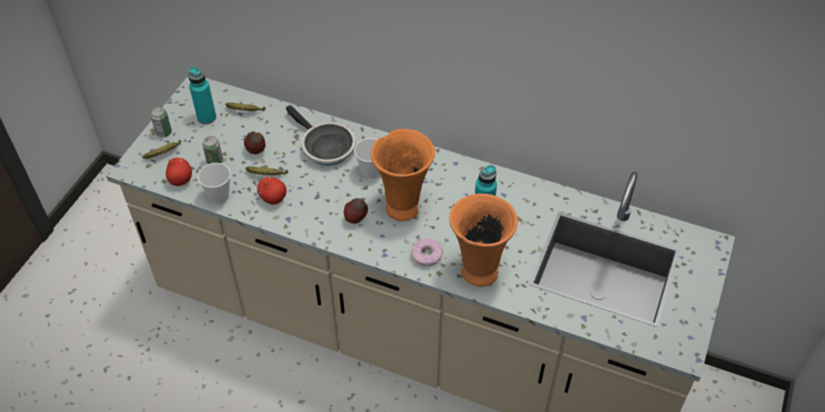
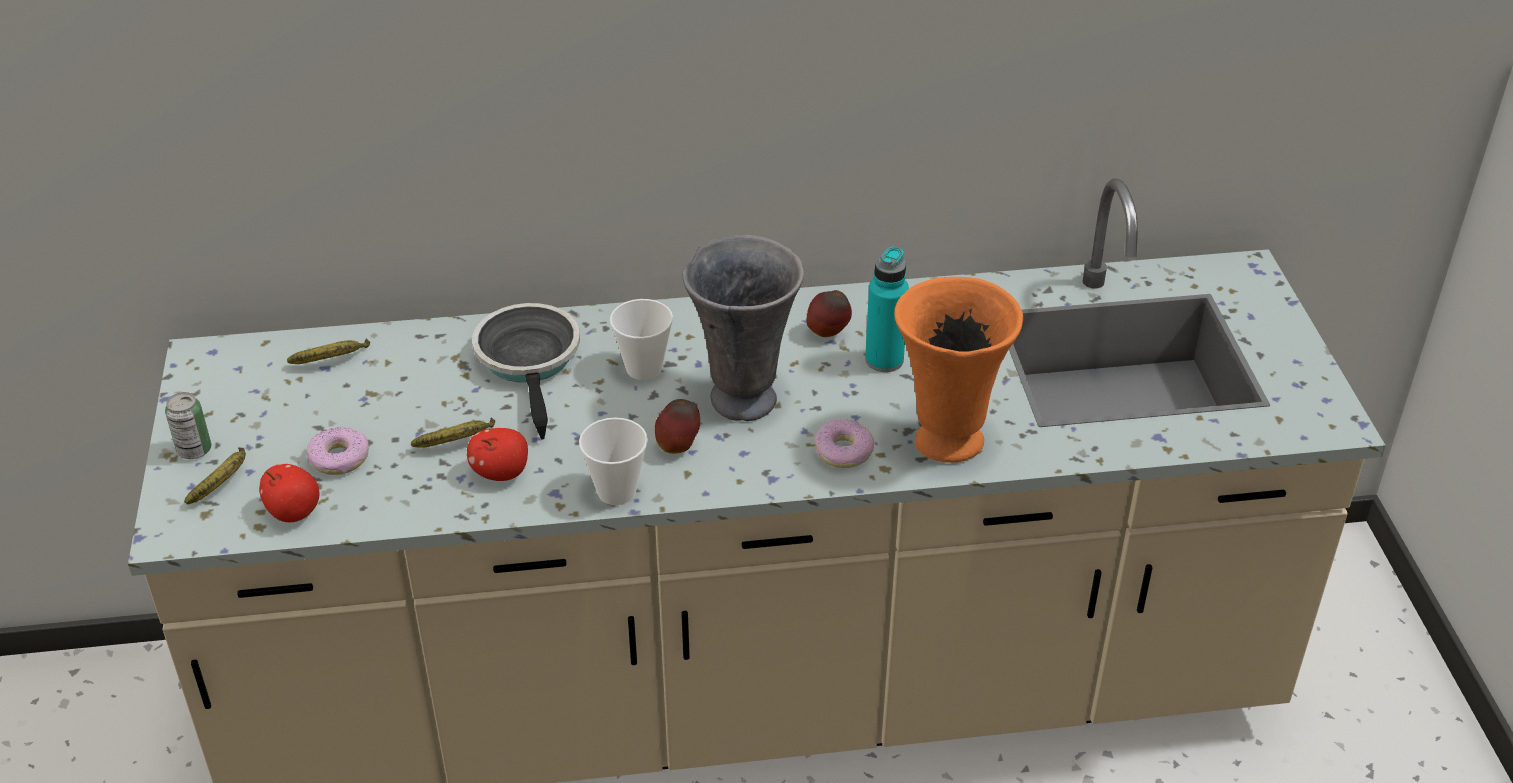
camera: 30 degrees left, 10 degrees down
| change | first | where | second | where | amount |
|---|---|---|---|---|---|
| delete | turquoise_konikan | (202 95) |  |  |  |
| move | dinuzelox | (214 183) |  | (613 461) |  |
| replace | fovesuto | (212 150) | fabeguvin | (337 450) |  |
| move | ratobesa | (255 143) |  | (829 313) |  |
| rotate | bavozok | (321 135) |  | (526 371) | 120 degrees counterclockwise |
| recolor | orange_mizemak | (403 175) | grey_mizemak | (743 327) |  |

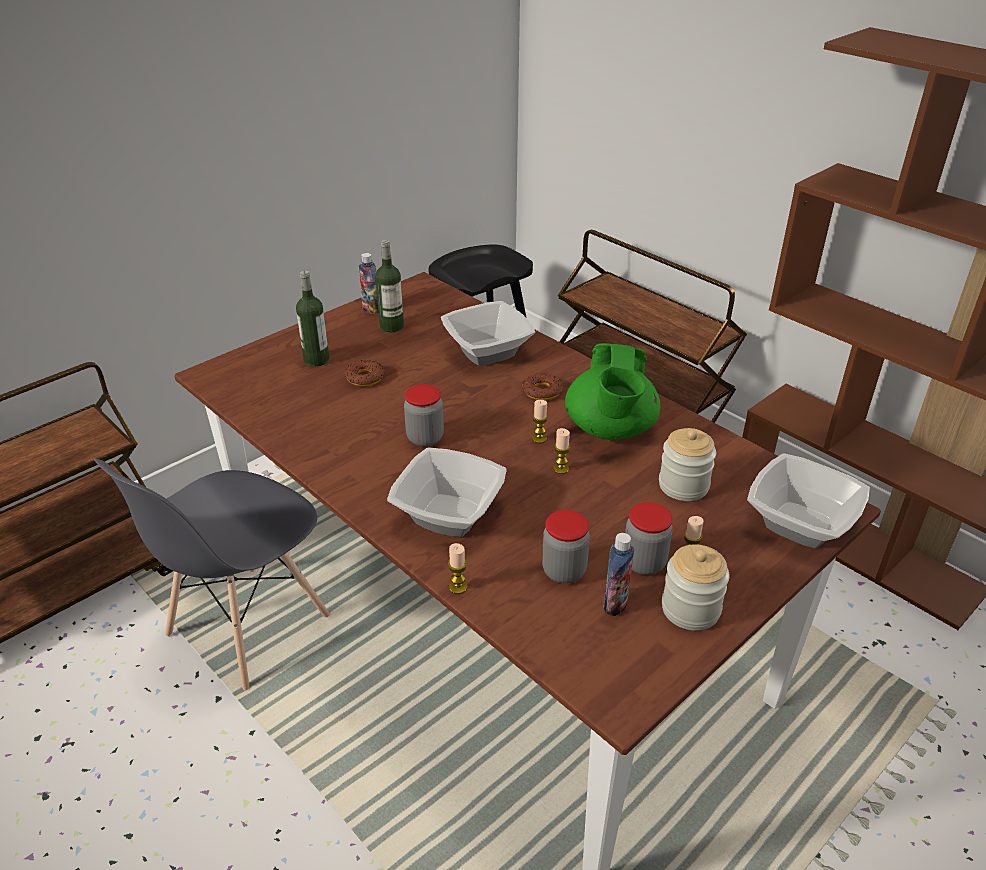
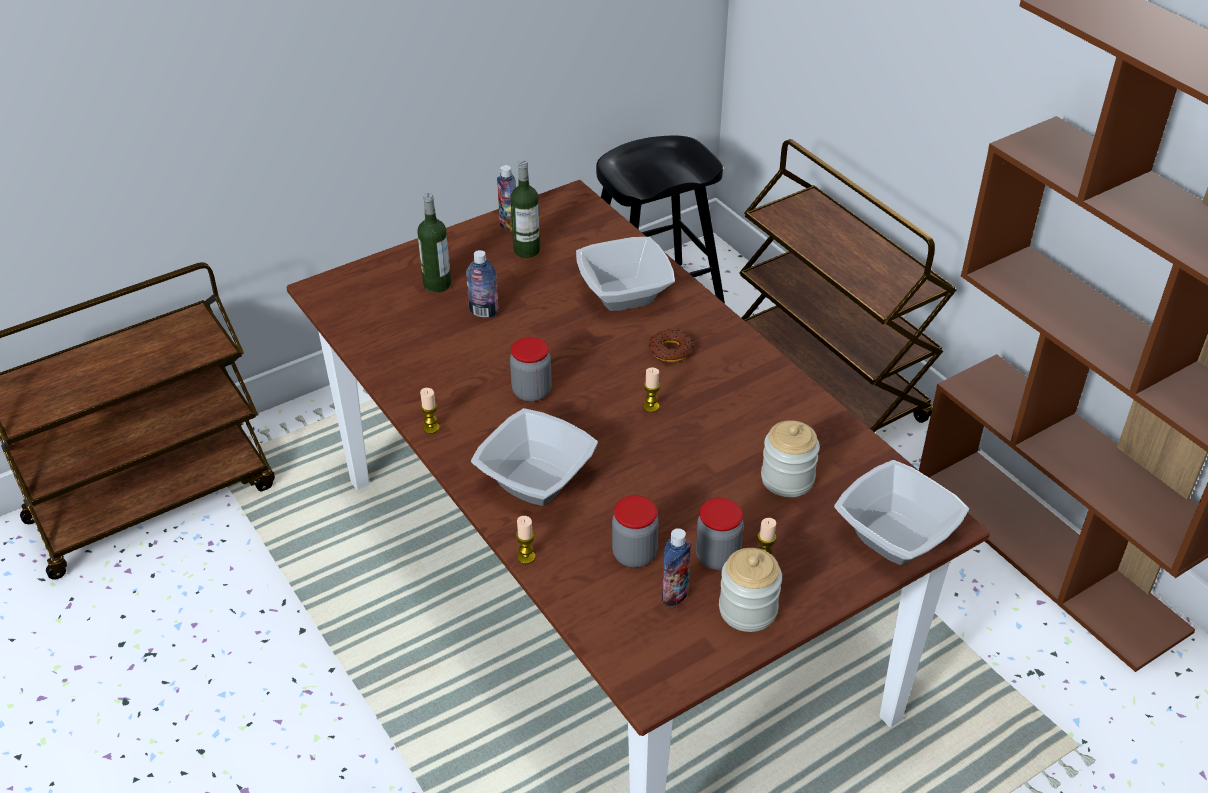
camera: 10 degrees right, 5 degrees up
| change | first | where | second | where | amount |
|---|---|---|---|---|---|
| delete | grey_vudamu | (212 574) |  |  |  |
| replace | fabeguvin | (364 373) | konikan | (482 284) |  |
| move | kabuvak | (562 451) |  | (430 411) |  |
| delete | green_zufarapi | (613 391) |  |  |  |

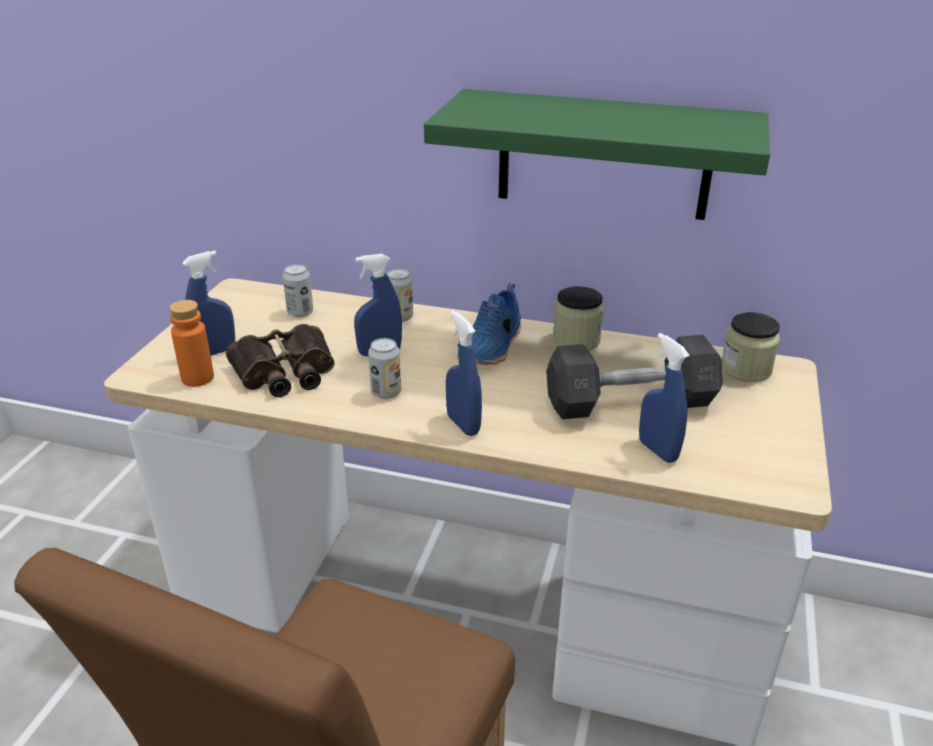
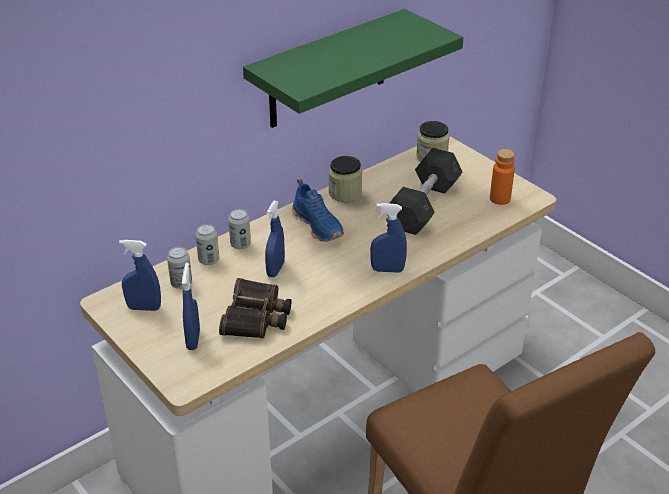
camera: 55 degrees left, 5 degrees up
| change | first | where | second | where | amount |
|---|---|---|---|---|---|
| move | orange_konikan | (191 343) |  | (502 177) |  |
| move | fovesuto | (384 368) |  | (207 244) |  |
| move | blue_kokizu | (664 398) |  | (140 275) |  |

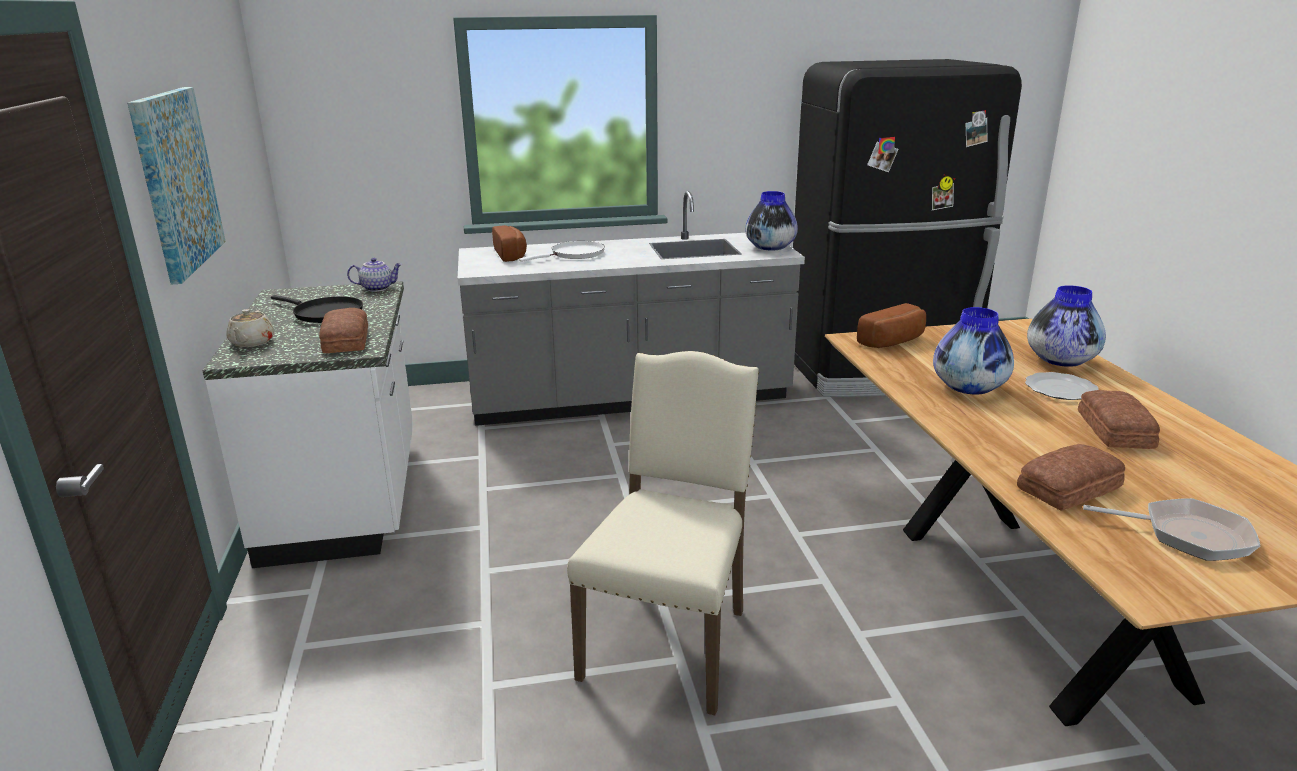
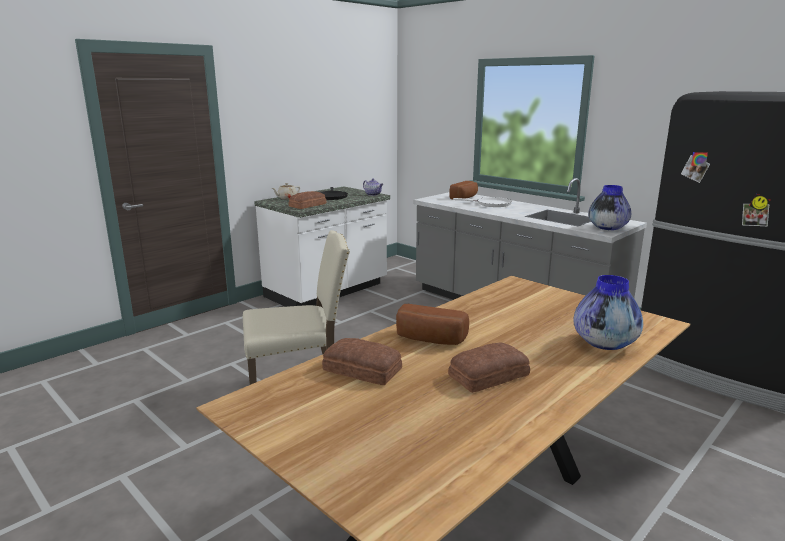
camera: 55 degrees right, 5 degrees down
| change | first | where | second | where | amount |
|---|---|---|---|---|---|
| delete | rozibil | (176 185) |  |  |  |
| move | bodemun | (891 325) |  | (432 324) |  |
| delete | mizemak | (973 351) |  |  |  |
| delete | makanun | (1062 386) |  |  |  |
| delete | bavozok | (1171 529) |  |  |  |

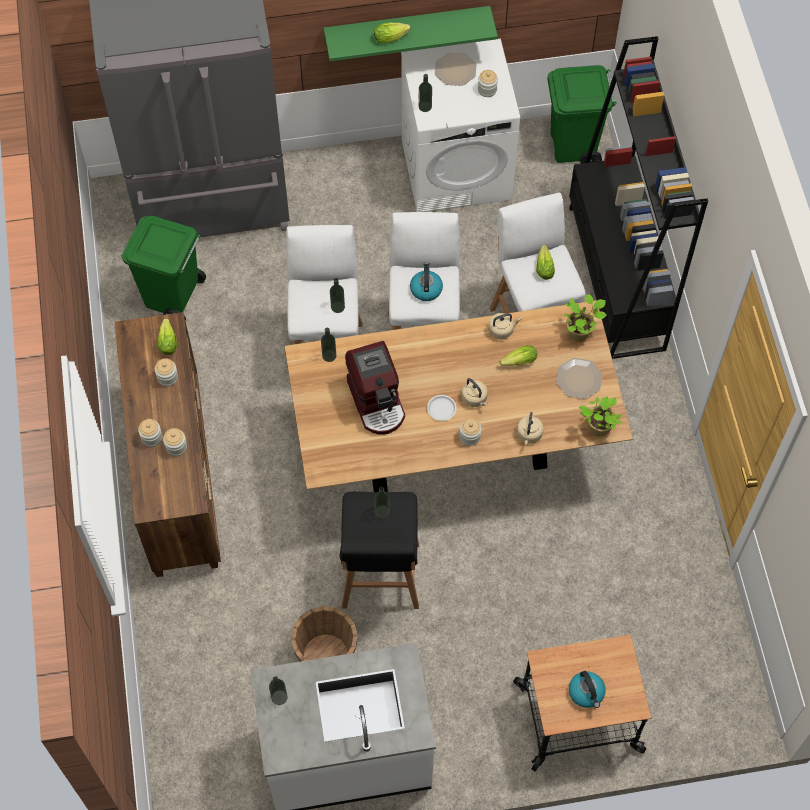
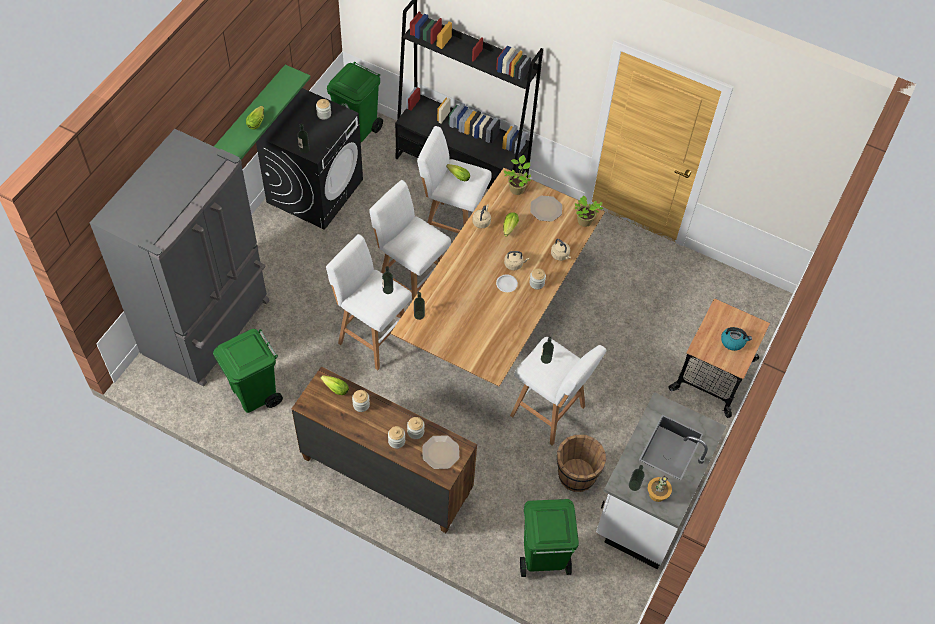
camera: 55 degrees left, 5 degrees down
| change | first | where | second | where | amount |
|---|---|---|---|---|---|
| recolor | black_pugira | (379 550) | white_pugira | (558 391) |  |
| delete | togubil | (375 388) |  |  |  |
| recolor | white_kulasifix | (460 125) | black_kulasifix | (309 159) |  |
| delete | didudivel | (426 281) |  |  |  |
| move | makanun | (456 69) |  | (440 452) |  |
| insert |  |  | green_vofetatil | (549 538) |  |
| insert |  |  | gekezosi | (660 488) |  |

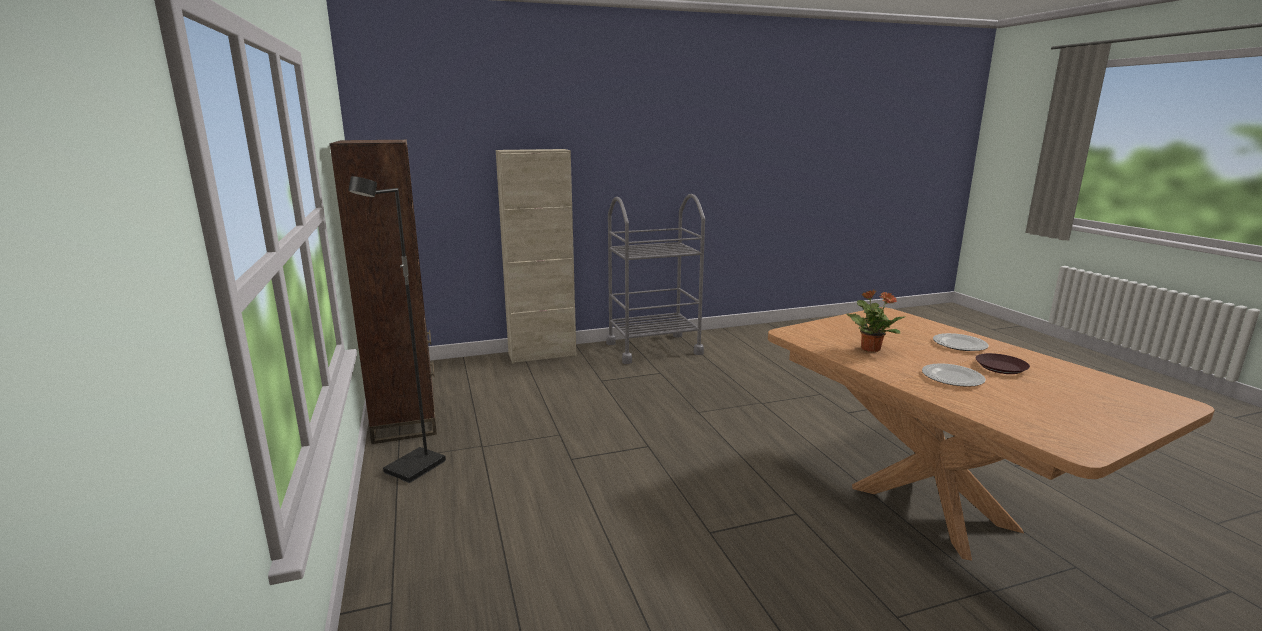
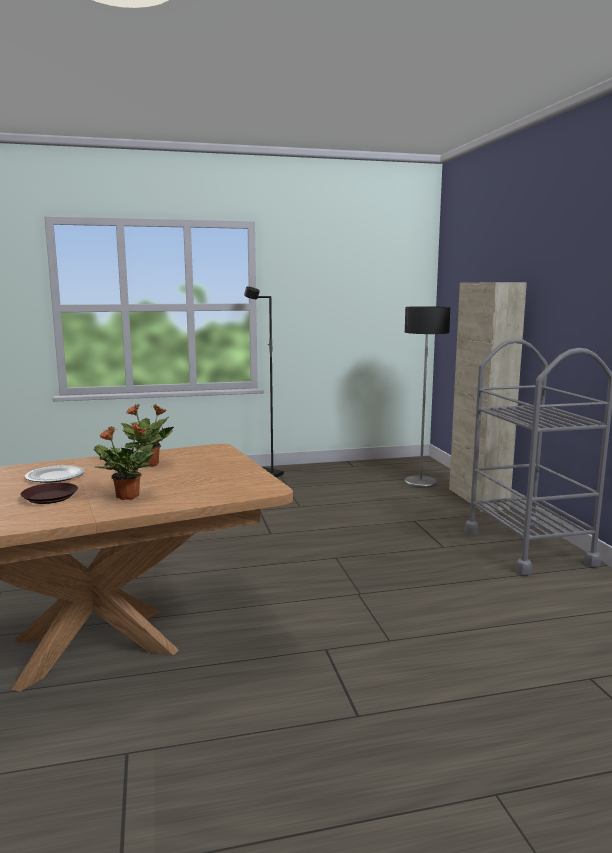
camera: 95 degrees right, 5 degrees down
| change | first | where | second | where | amount |
|---|---|---|---|---|---|
| delete | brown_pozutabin | (383 292) |  |  |  |
| replace | makanun | (961 342) | gekezosi | (125 461) |  |
| insert |  |  | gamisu | (427 397) |  |

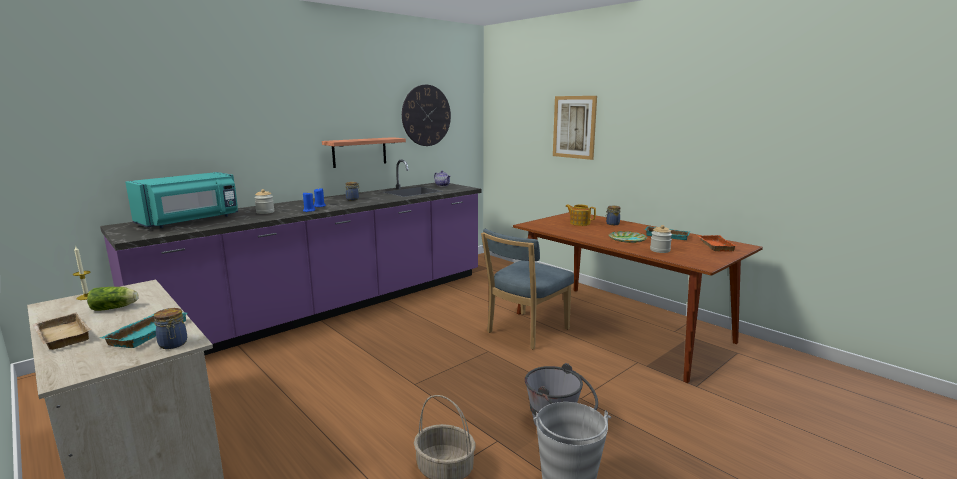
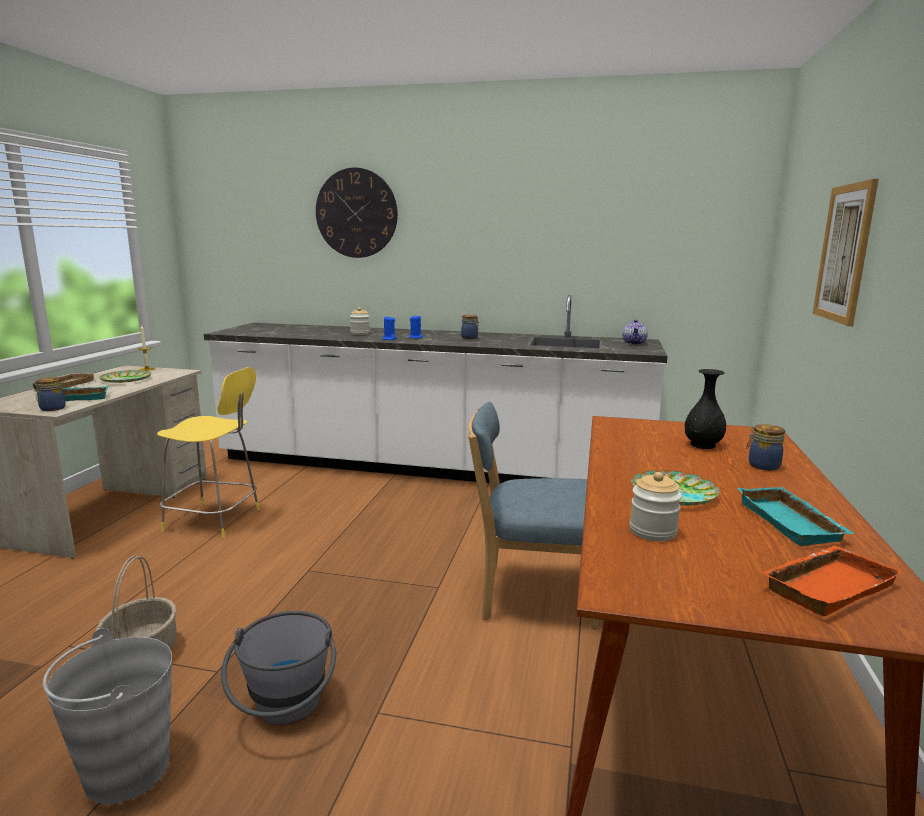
camera: 55 degrees right, 0 degrees up
| change | first | where | second | where | amount |
|---|---|---|---|---|---|
| replace | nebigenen | (113 299) | makanun | (125 376) |  |
| recolor | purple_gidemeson | (291 257) | white_gidemeson | (435 389) |  |
| delete | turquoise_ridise | (181 200) |  |  |  |
| delete | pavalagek | (364 152) |  |  |  |
| move | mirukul | (426 115) |  | (357 212) |  |
| replace | zufarapi | (580 215) | black_mizemak | (705 409) |  |
| insert |  |  | yellow_pugira | (208 452) |  |

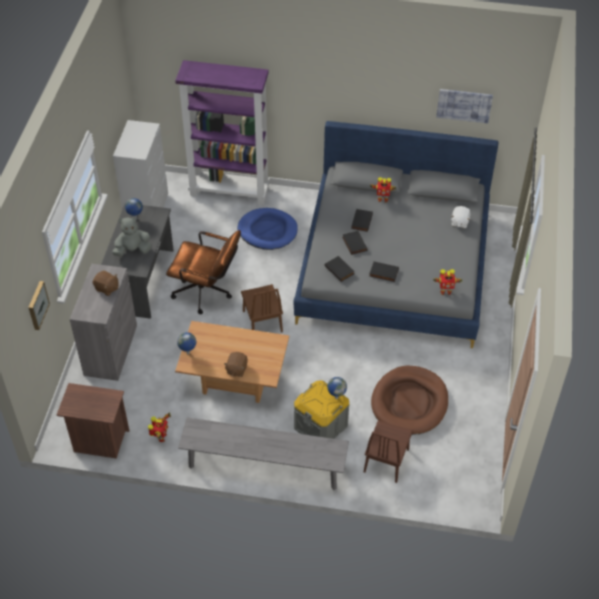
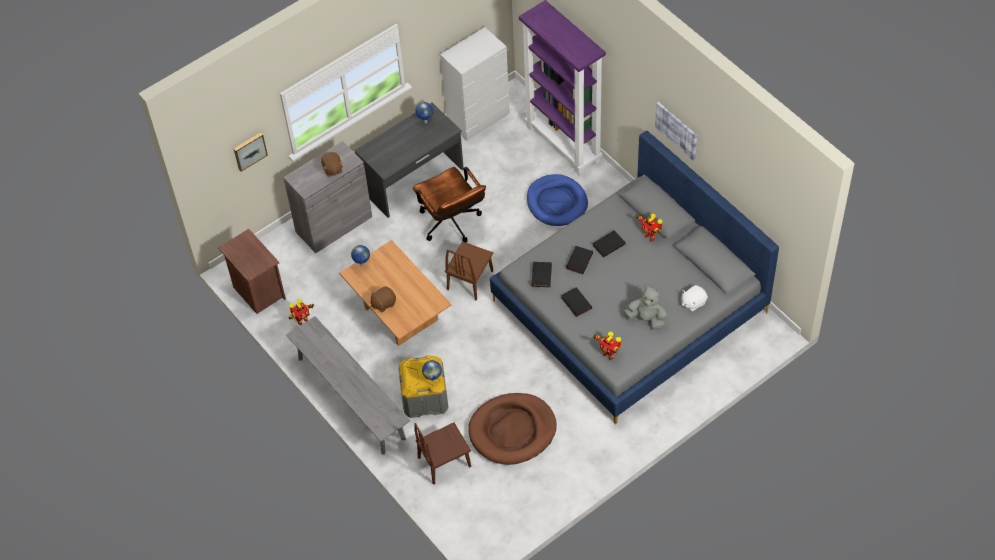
camera: 45 degrees right, 5 degrees up
| change | first | where | second | where | amount |
|---|---|---|---|---|---|
| move | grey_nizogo | (132 237) |  | (645 307) |  |
| move | rozibil | (464 106) |  | (676 131) |  |

